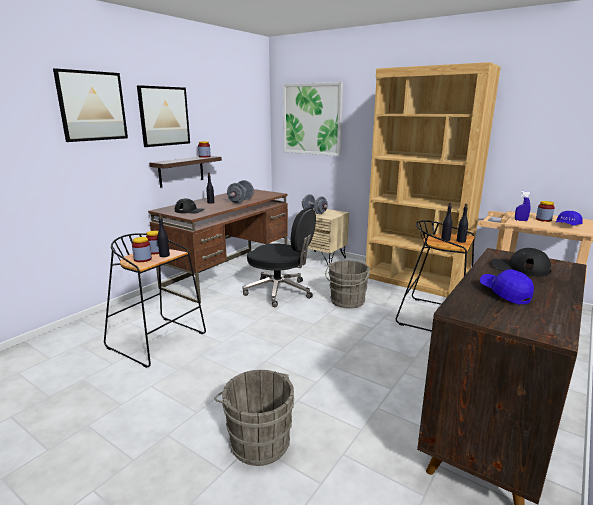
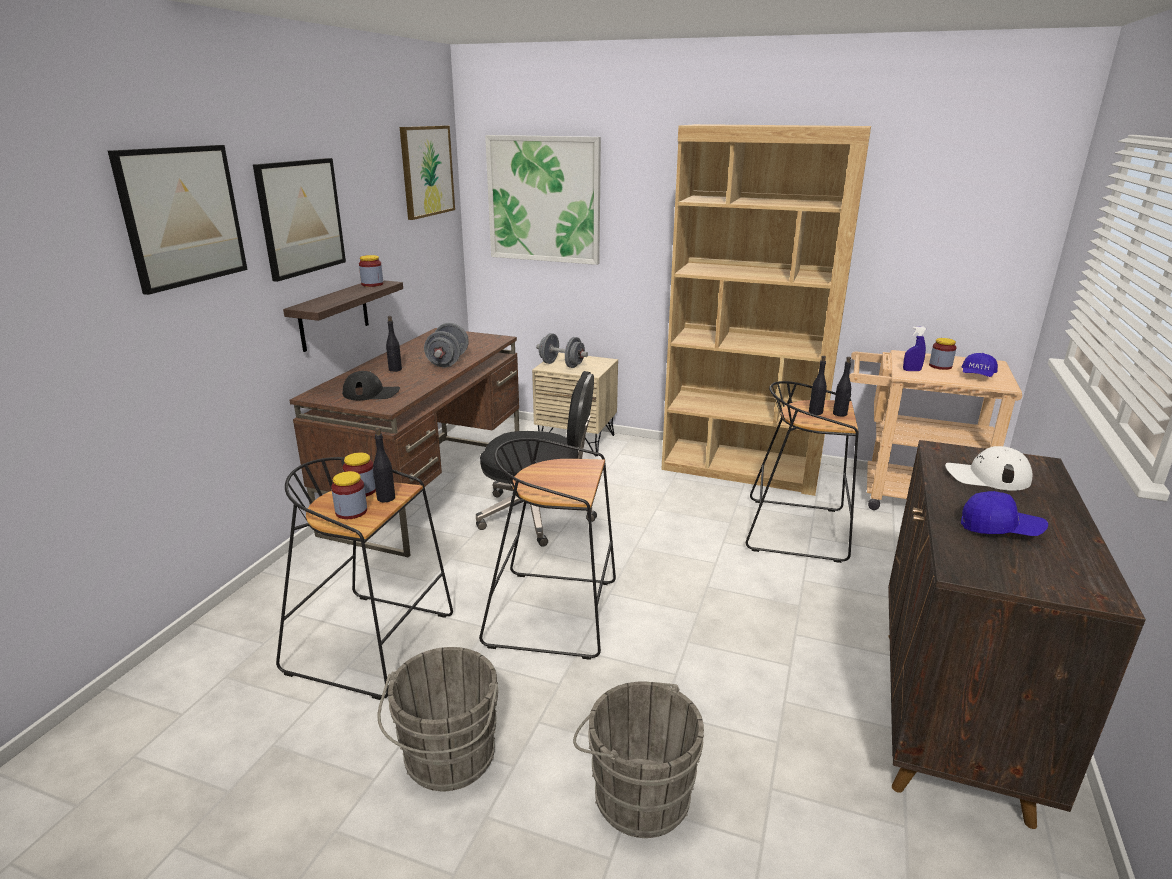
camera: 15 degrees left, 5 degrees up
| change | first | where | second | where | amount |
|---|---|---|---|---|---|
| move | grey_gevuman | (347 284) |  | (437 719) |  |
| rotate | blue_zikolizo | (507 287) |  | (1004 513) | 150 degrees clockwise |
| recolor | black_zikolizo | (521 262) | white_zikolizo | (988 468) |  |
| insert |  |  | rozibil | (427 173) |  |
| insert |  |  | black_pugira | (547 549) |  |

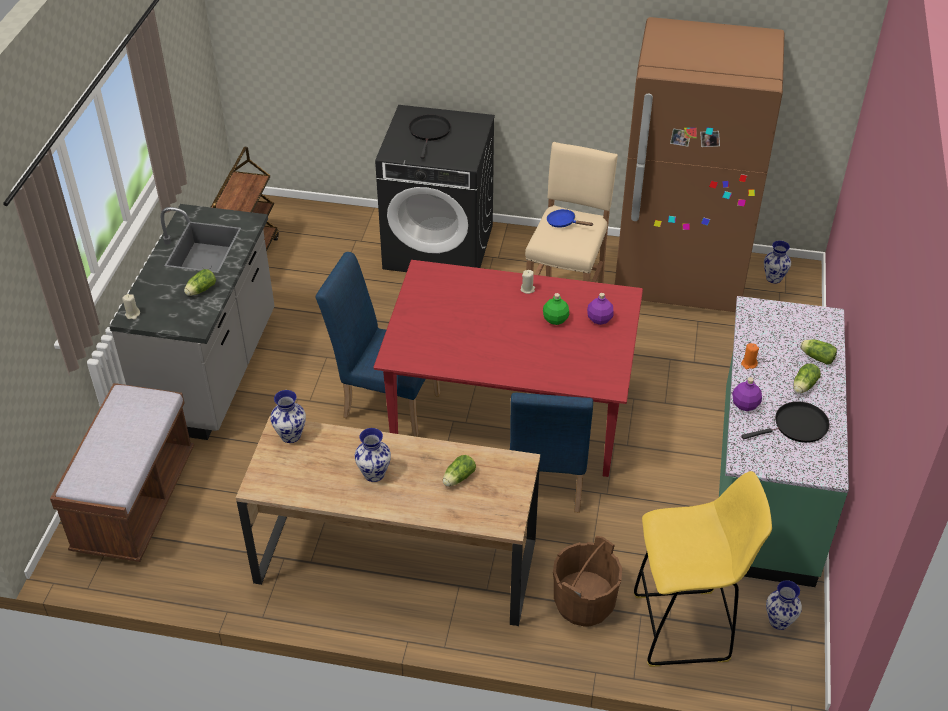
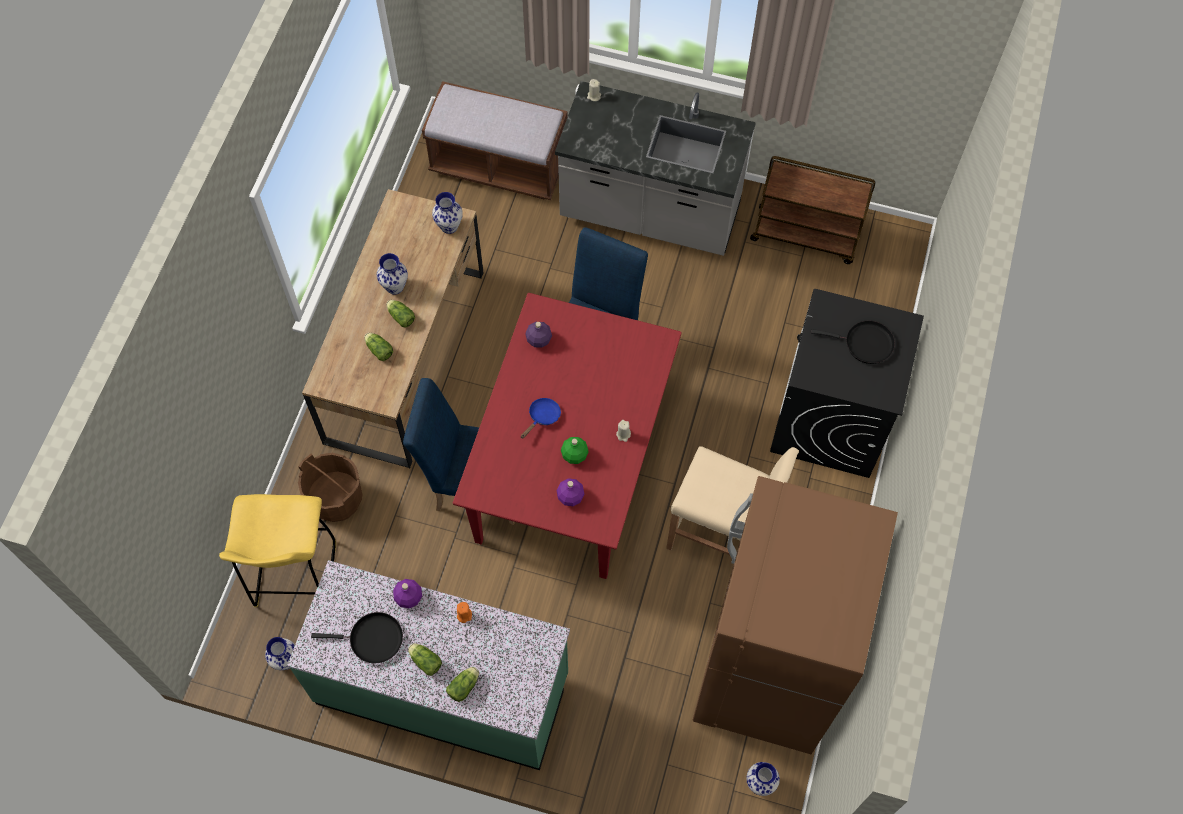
camera: 95 degrees right, 20 degrees up
| change | first | where | second | where | amount |
|---|---|---|---|---|---|
| move | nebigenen | (200 282) |  | (400 314) |  |
| move | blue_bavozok | (570 218) |  | (541 418) |  |
| rotate | black_bavozok | (785 422) |  | (357 637) | 75 degrees counterclockwise |
| insert |  |  | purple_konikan | (538 335) |  |

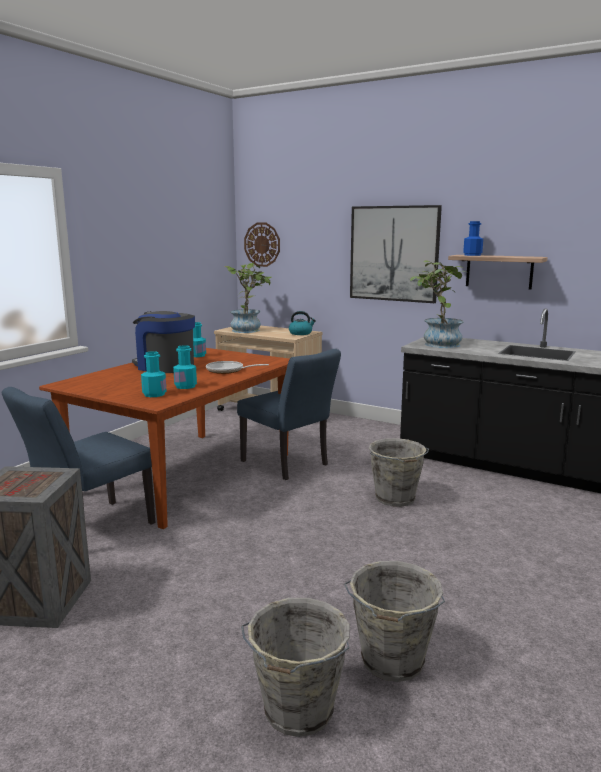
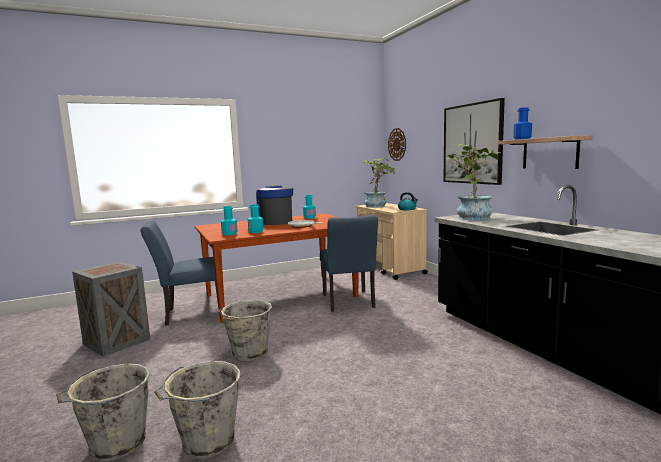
camera: 35 degrees right, 5 degrees down
| change | first | where | second | where | amount |
|---|---|---|---|---|---|
| move | grey_gevuman | (399 472) |  | (245 330) |  |

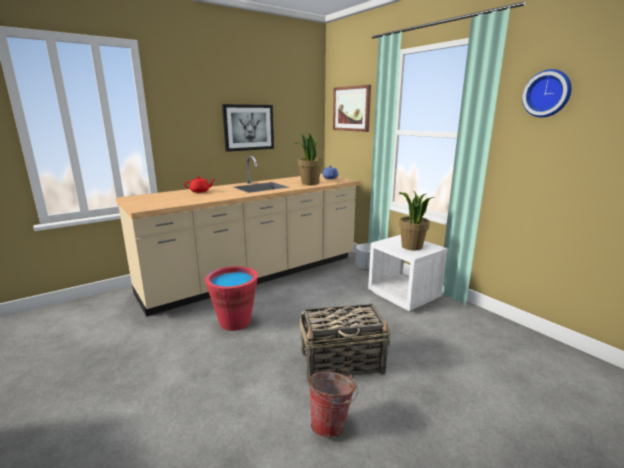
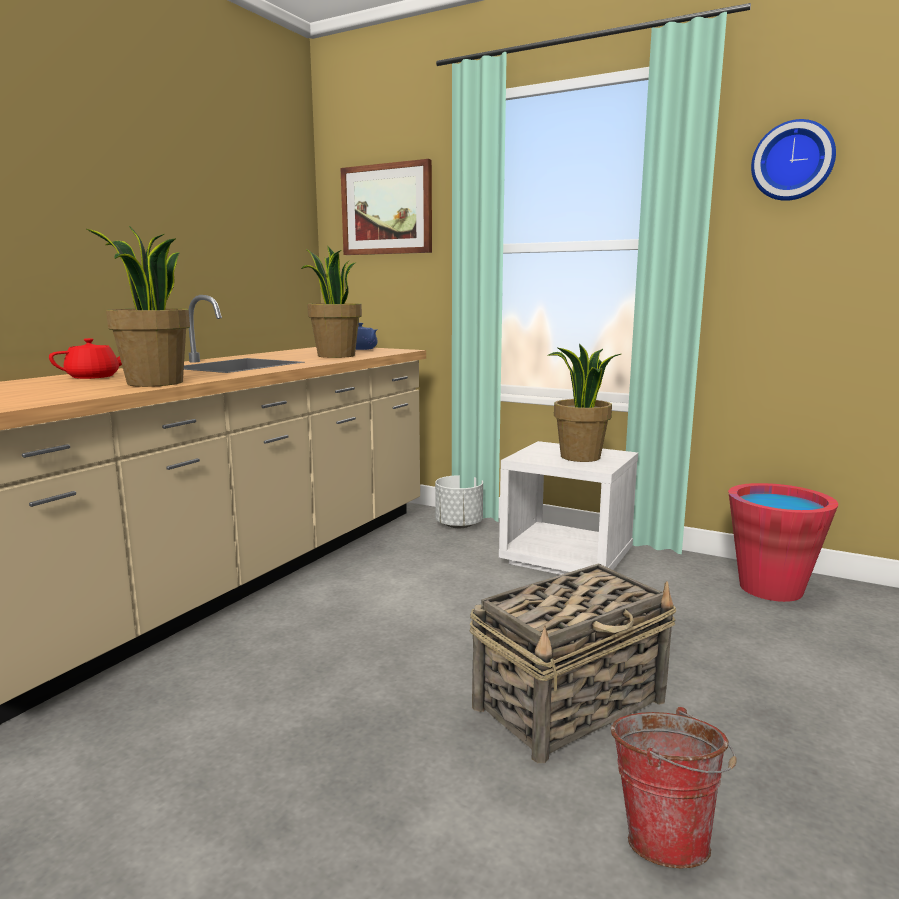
camera: 25 degrees left, 5 degrees down
| change | first | where | second | where | amount |
|---|---|---|---|---|---|
| move | red_gevuman | (231 298) |  | (783 542) |  |
| delete | rozibil | (248 128) |  |  |  |
| insert |  |  | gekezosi | (138 306) |  |

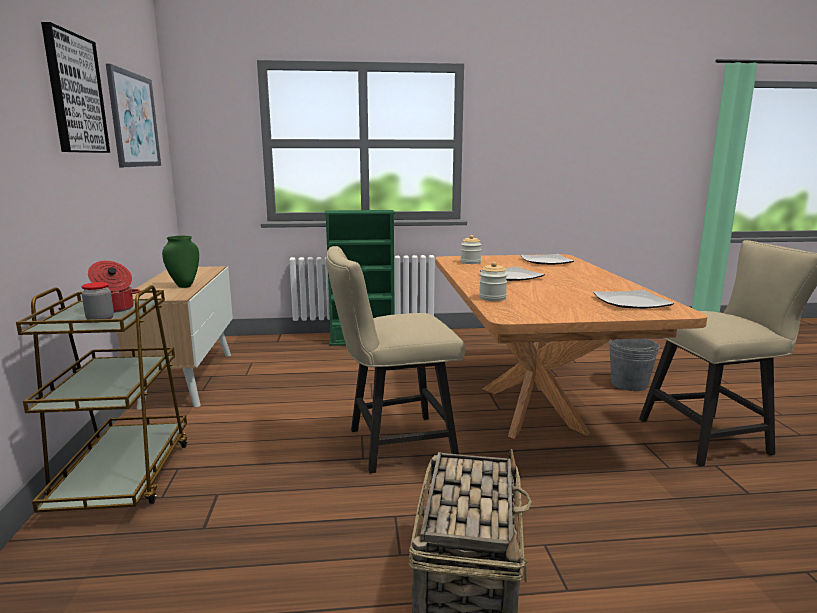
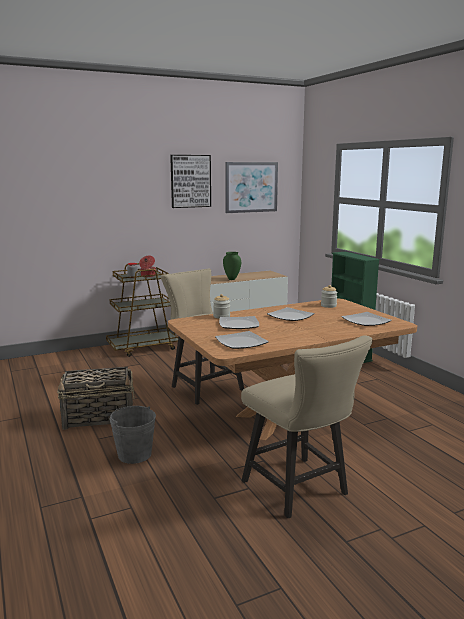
camera: 70 degrees right, 0 degrees up
| change | first | where | second | where | amount |
|---|---|---|---|---|---|
| move | grey_gevuman | (634 364) |  | (132 435) |  |
| insert |  |  | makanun | (239 322) |  |

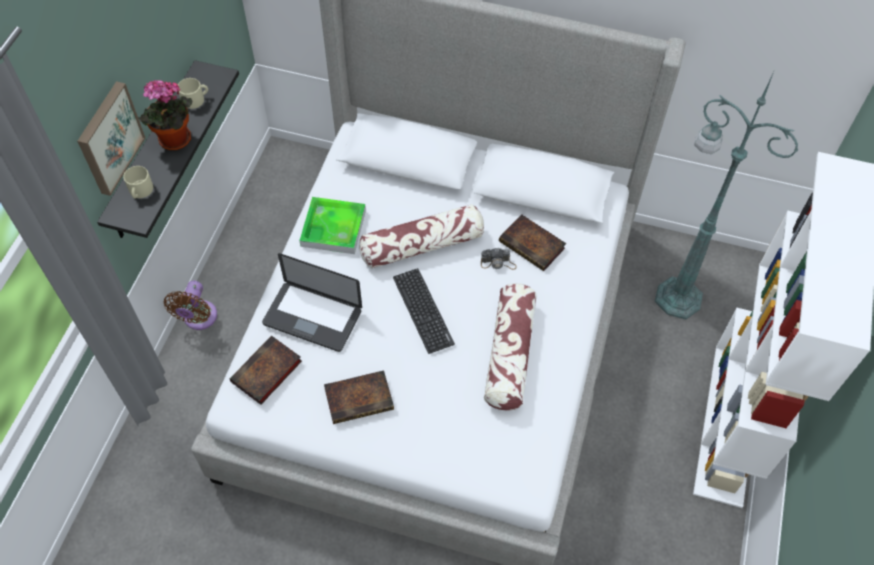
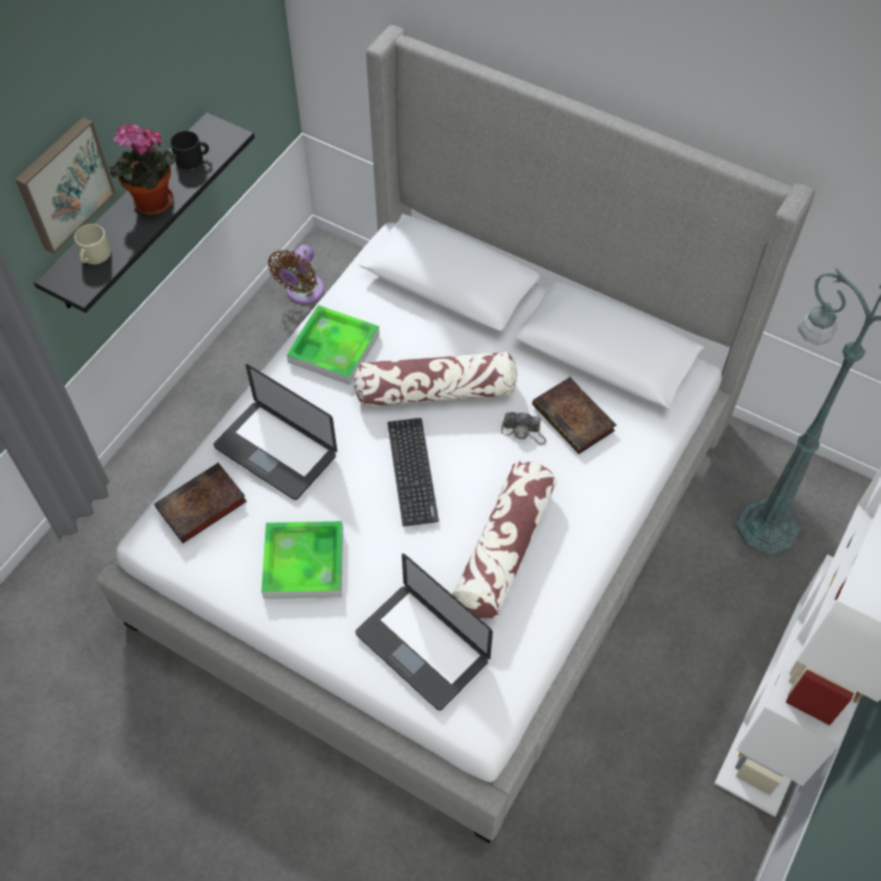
camera: 15 degrees right, 0 degrees up
| change | first | where | second | where | amount |
|---|---|---|---|---|---|
| move | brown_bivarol | (190 305) |  | (296 274) |  |
| recolor | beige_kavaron | (193 93) | black_kavaron | (189 150) |  |
| replace | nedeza | (359 397) | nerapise | (302 560) |  |
| insert |  |  | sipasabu | (424 632) |  |

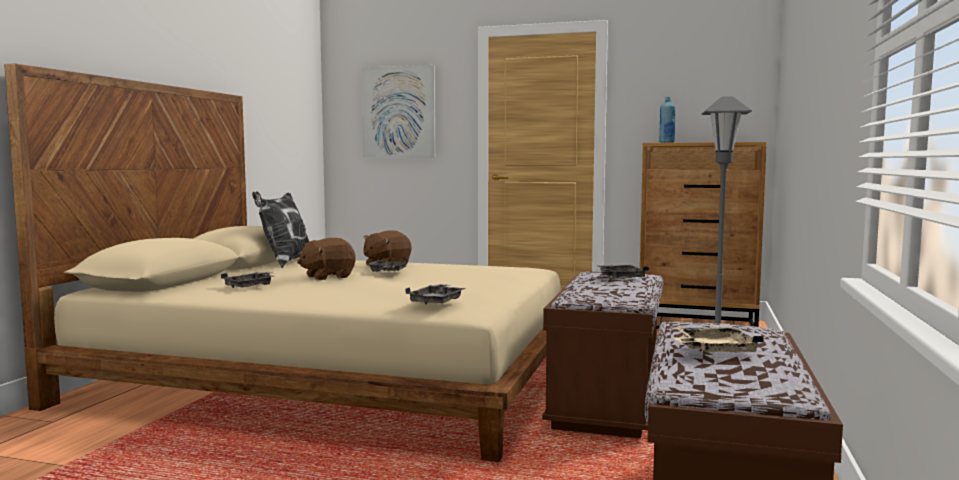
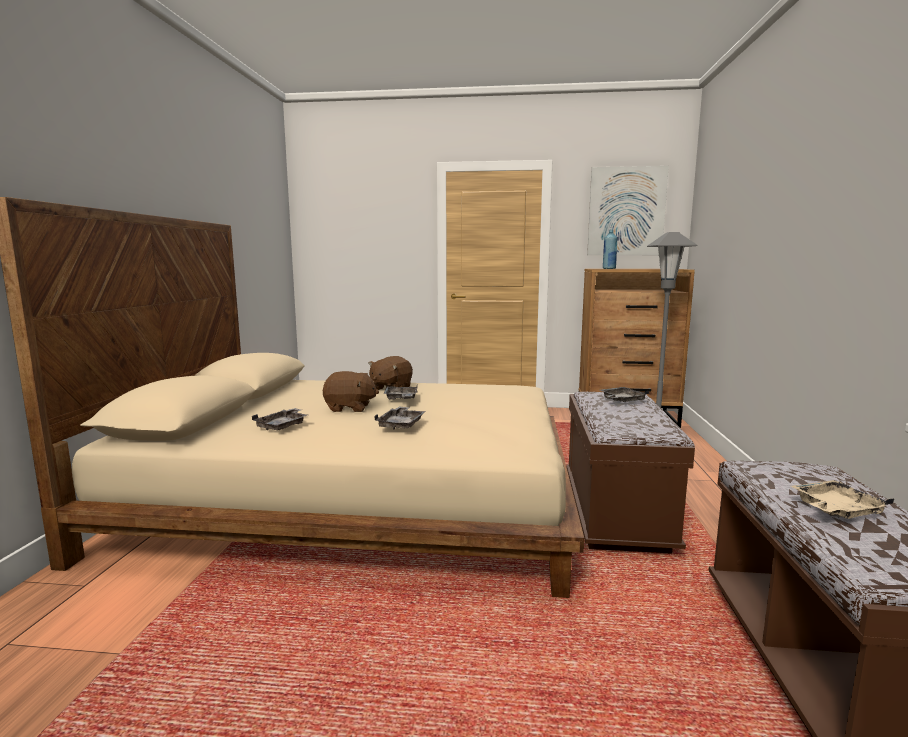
camera: 10 degrees left, 5 degrees up
| change | first | where | second | where | amount |
|---|---|---|---|---|---|
| delete | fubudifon | (280 229) |  |  |  |
| rotate | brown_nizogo | (326 259) |  | (351 391) | 135 degrees counterclockwise |
| move | rozibil | (398 111) |  | (628 210) |  |
| move | grey_nerapise | (435 294) |  | (400 417) |  |

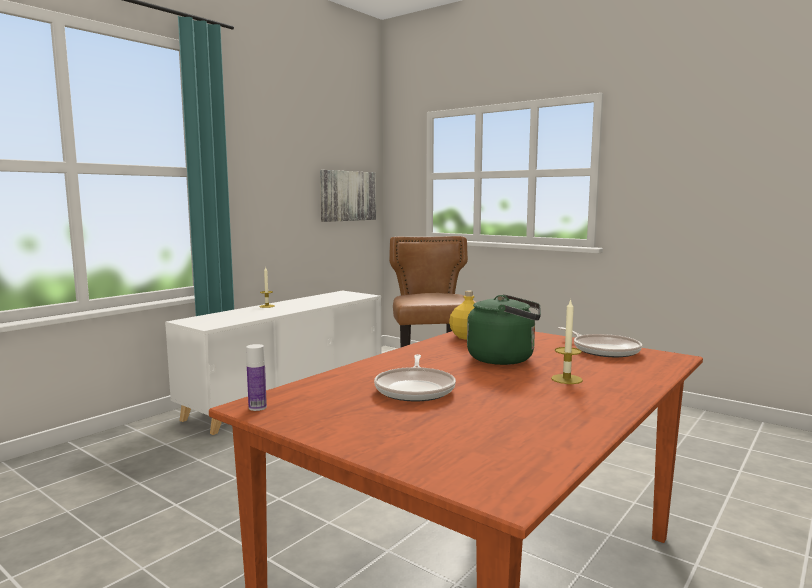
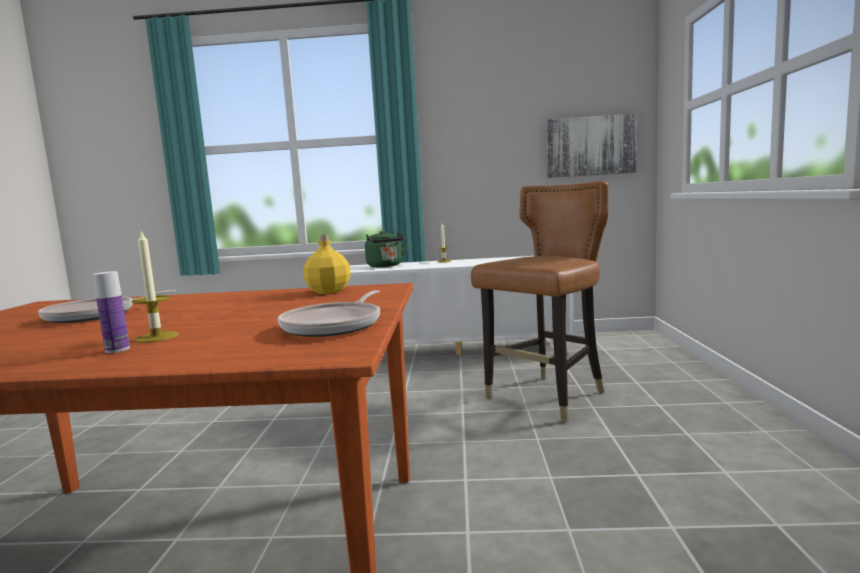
camera: 55 degrees right, 0 degrees up
| change | first | where | second | where | amount |
|---|---|---|---|---|---|
| move | konikan | (256 377) |  | (111 312) |  |
| move | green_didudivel | (504 329) |  | (386 249) |  |

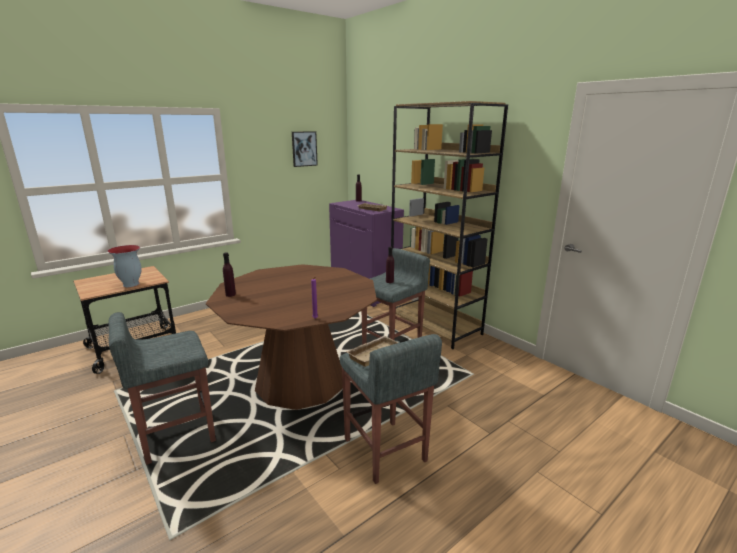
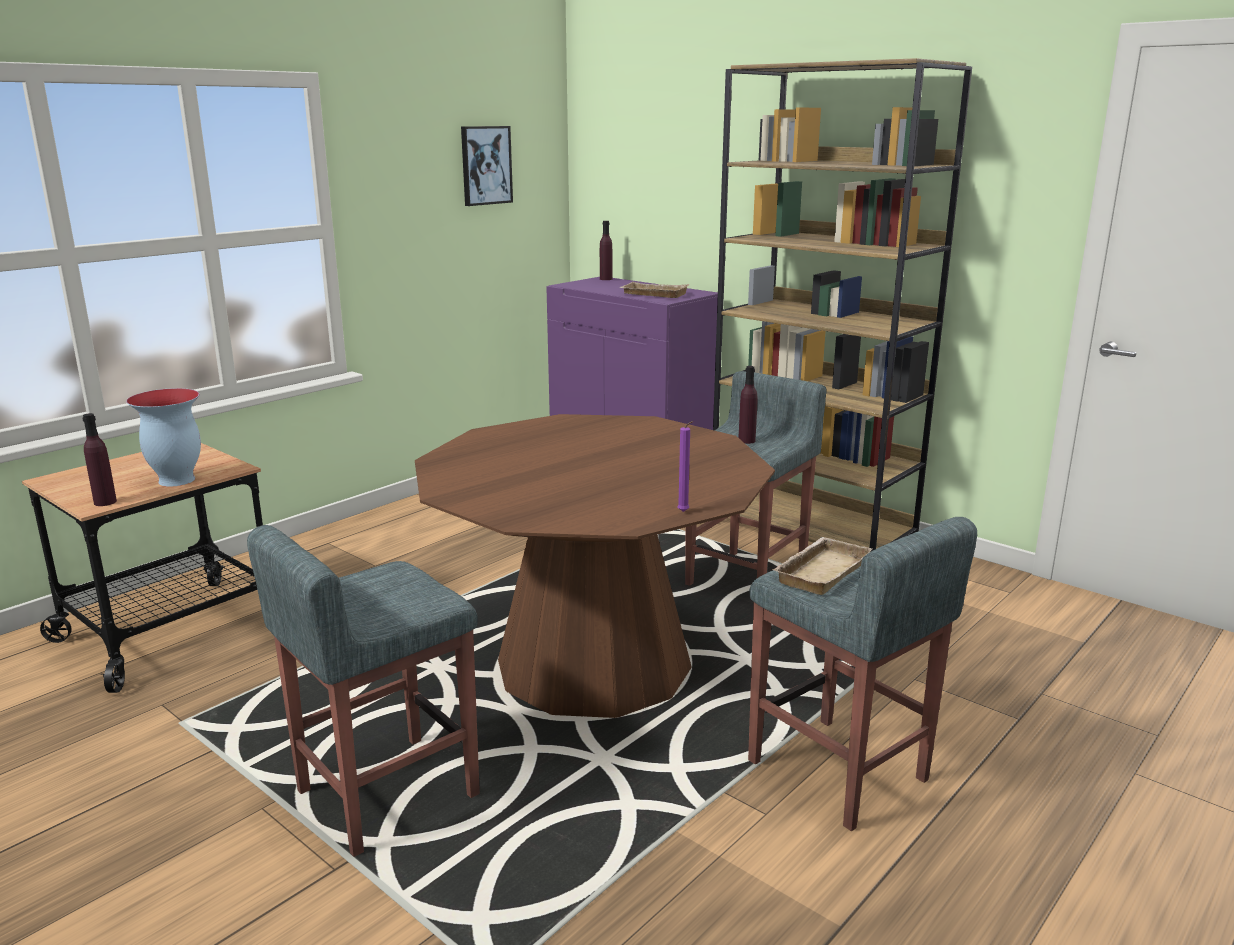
camera: 10 degrees left, 0 degrees up
| change | first | where | second | where | amount |
|---|---|---|---|---|---|
| move | purple_konikan | (229 274) |  | (99 459) |  |

